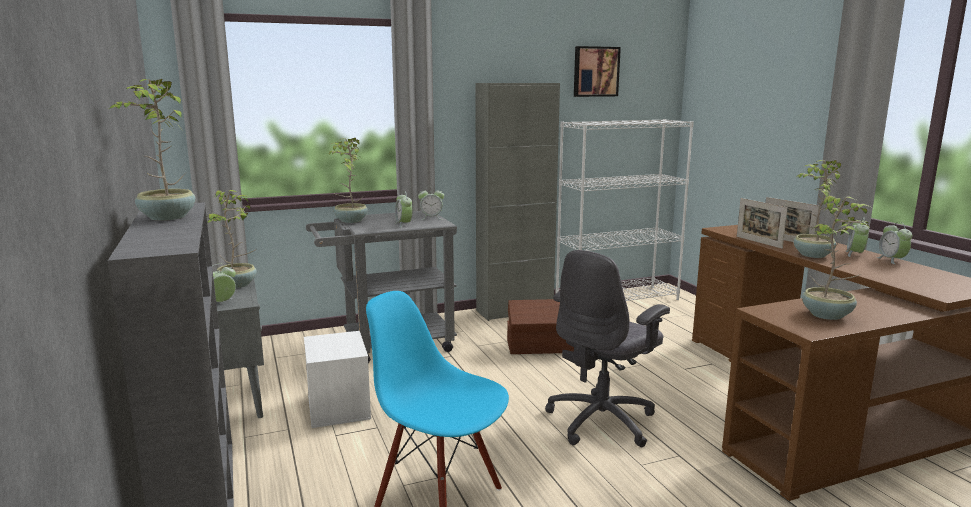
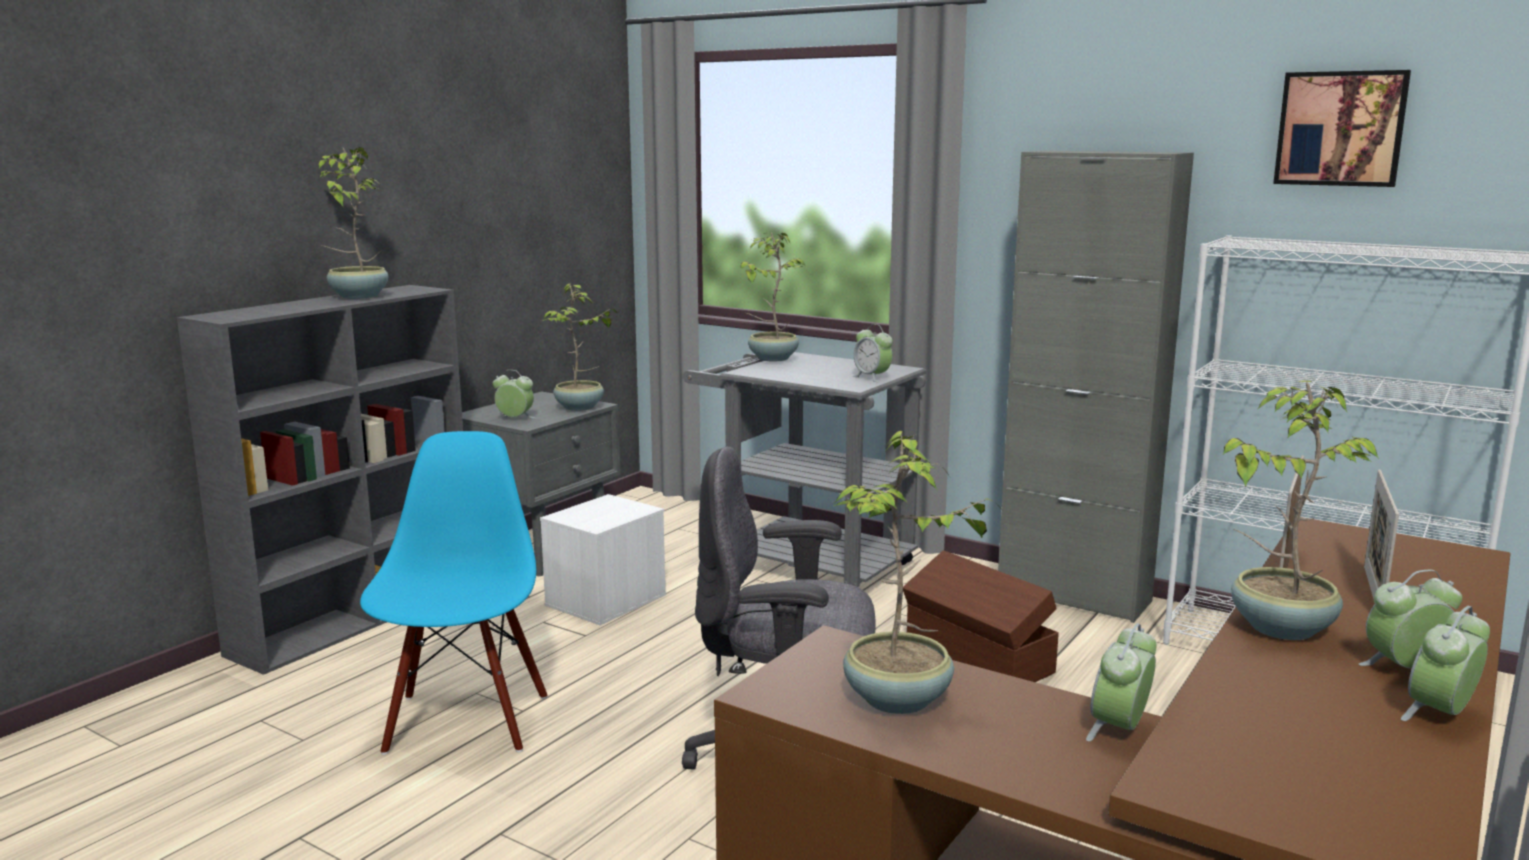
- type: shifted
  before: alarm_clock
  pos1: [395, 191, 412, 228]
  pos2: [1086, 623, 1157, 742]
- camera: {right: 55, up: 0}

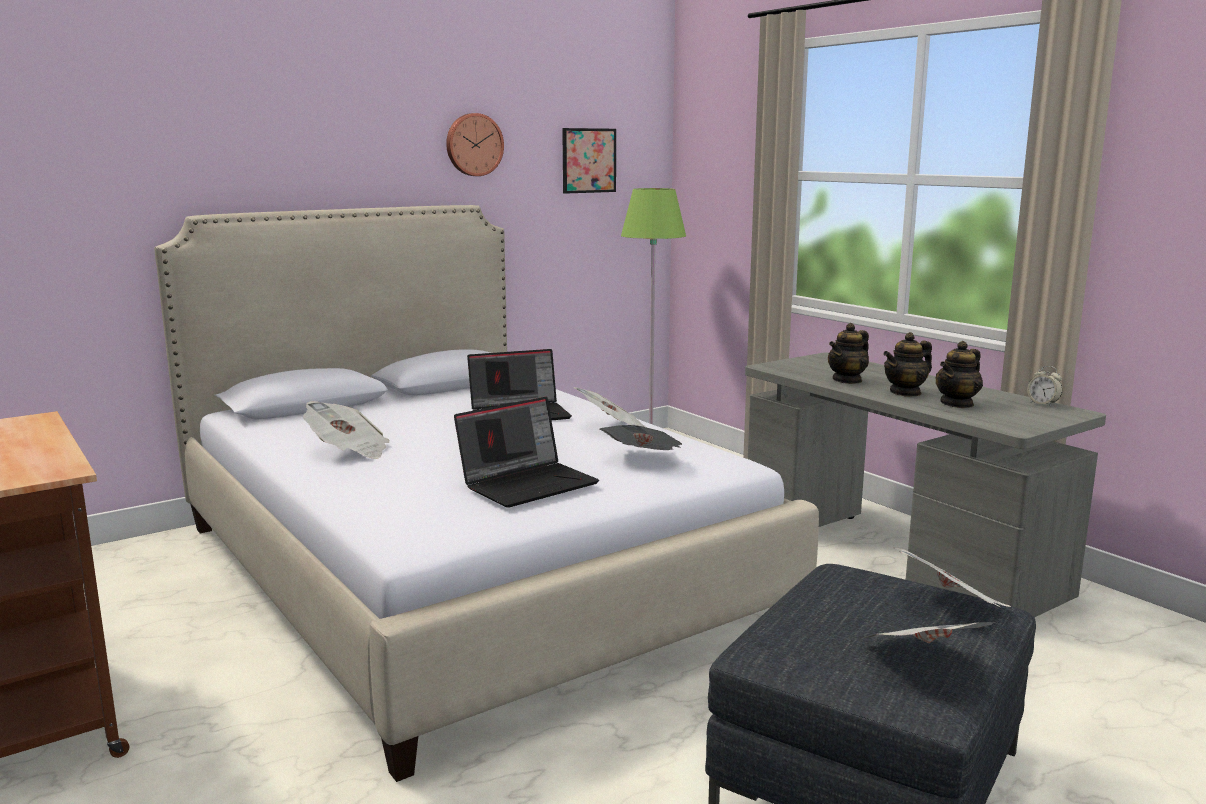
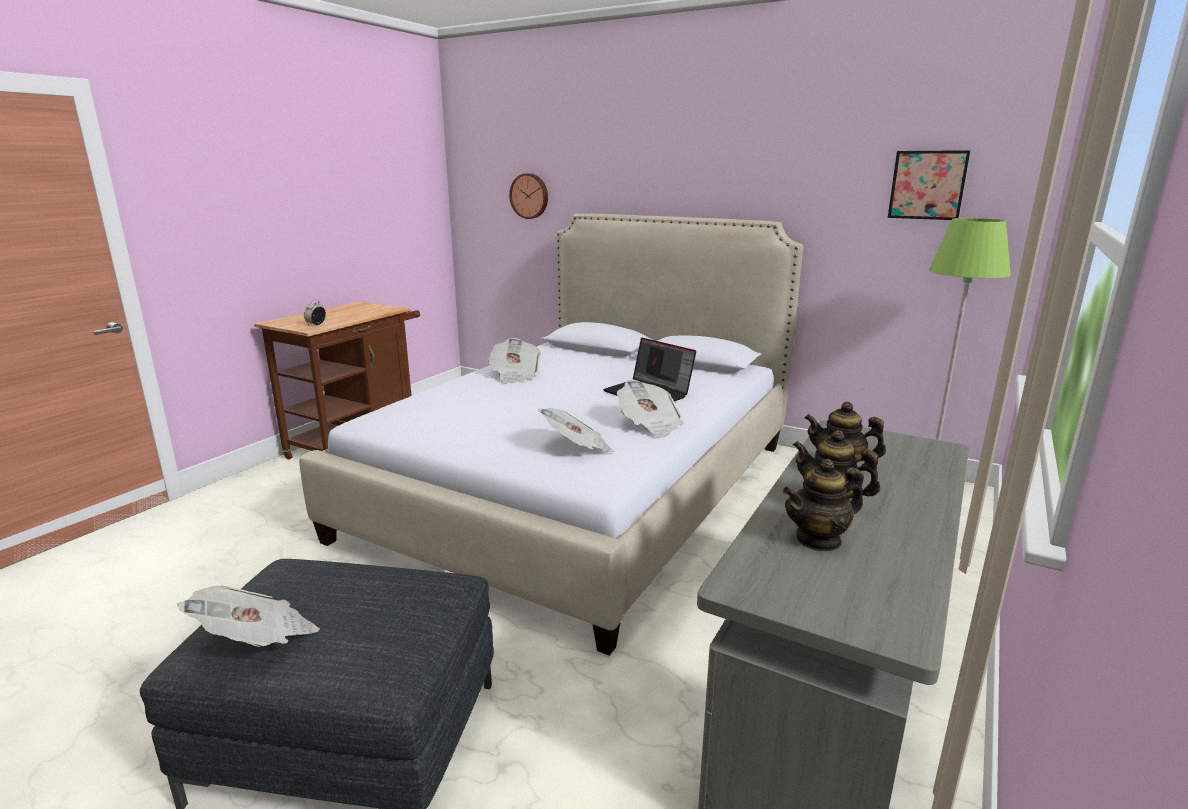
- type: gone
  before: laptop
  pos1: [454, 397, 599, 508]
- type: gone
  before: newspaper
  pos1: [894, 548, 1011, 607]
- type: shifted
  before: wall_clock
  pos1: [446, 113, 504, 176]
  pos2: [509, 173, 548, 219]
- type: shifted
  before: alarm_clock
  pos1: [1027, 366, 1063, 407]
  pos2: [304, 299, 326, 325]
- type: rotated
  before: teapot
  pos1: [935, 341, 983, 408]
  pos2: [783, 459, 864, 551]
  turn: -45
- camera: {right: 65, up: 5}

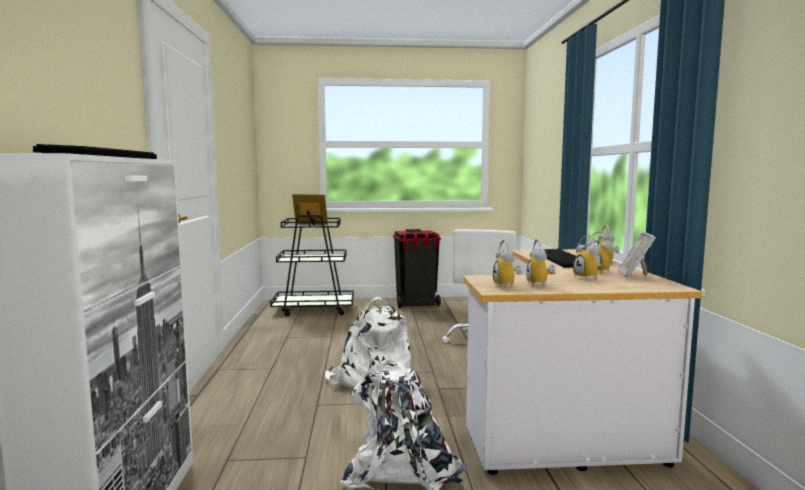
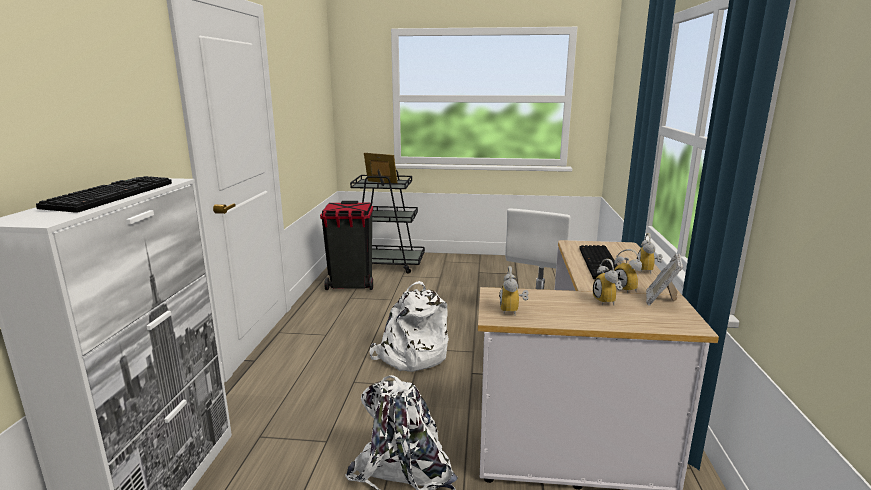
- type: gone
  before: alarm_clock
  pos1: [526, 239, 556, 288]
- type: shifted
  before: black_trash_can
  pos1: [393, 229, 441, 308]
  pos2: [320, 201, 373, 290]
- camera: {right: 10, up: 10}

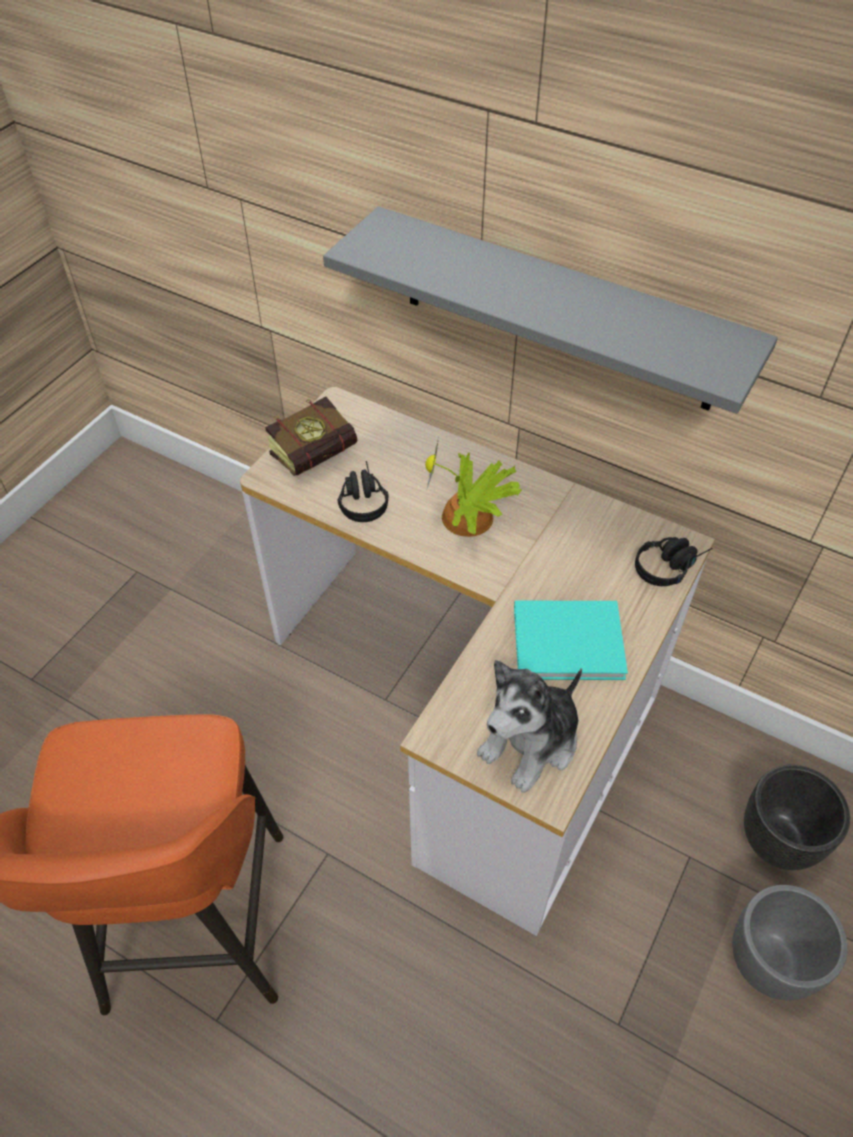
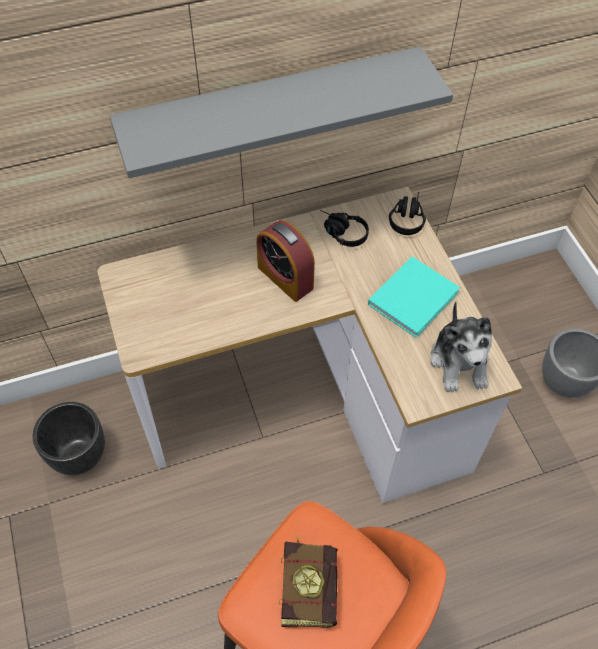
- type: shifted
  before: book
  pos1: [265, 396, 358, 476]
  pos2: [279, 536, 338, 628]
- type: shifted
  before: black_headphones
  pos1: [338, 461, 389, 522]
  pos2: [320, 210, 369, 247]
- type: shifted
  before: black_planter
  pos1: [744, 765, 850, 870]
  pos2: [33, 402, 105, 475]
- type: swapped
  before: potted_plant
  after: alarm_clock
  pos1: [425, 439, 522, 537]
  pos2: [256, 220, 315, 302]
- camera: {right: -50, up: 5}

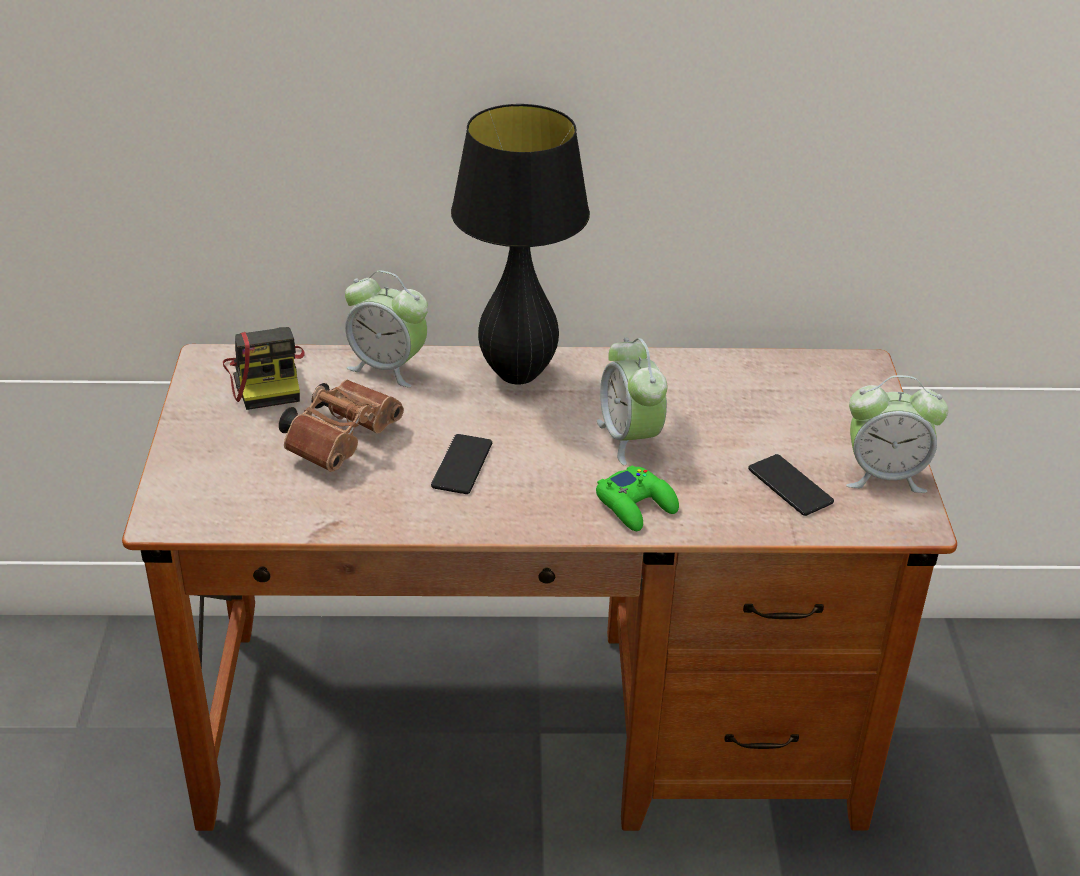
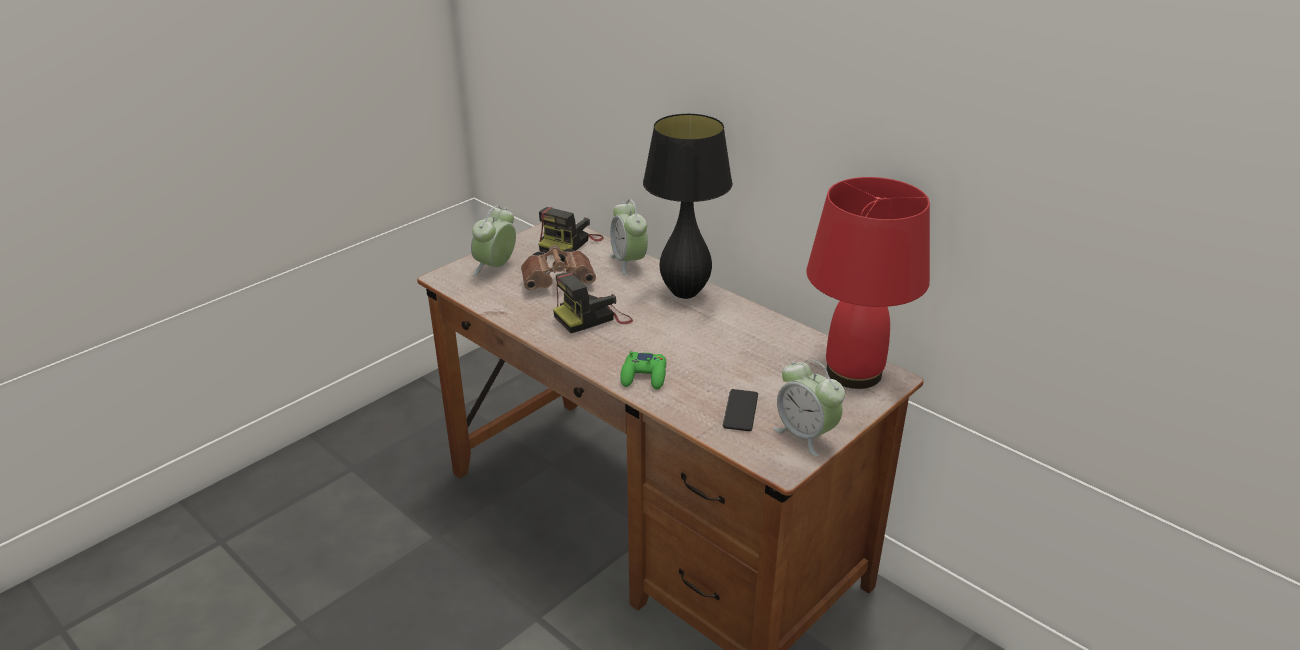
- type: new
  after: red_table_lamp
  pos2: [806, 177, 930, 389]
- type: shifted
  before: alarm_clock
  pos1: [597, 338, 667, 465]
  pos2: [471, 206, 516, 275]
- type: swapped
  before: phone
  after: photo_camera
  pos1: [431, 434, 492, 494]
  pos2: [553, 272, 633, 333]
- camera: {right: 45, up: -5}

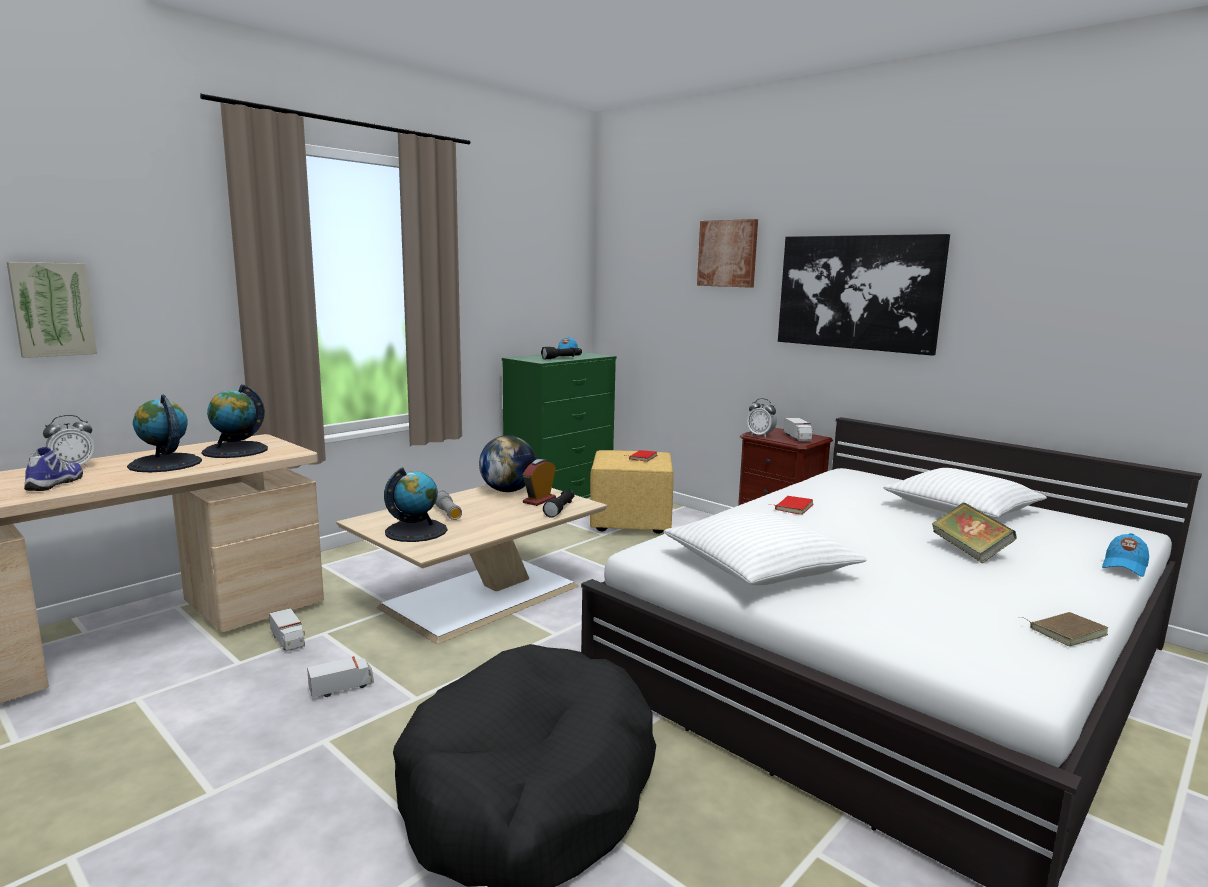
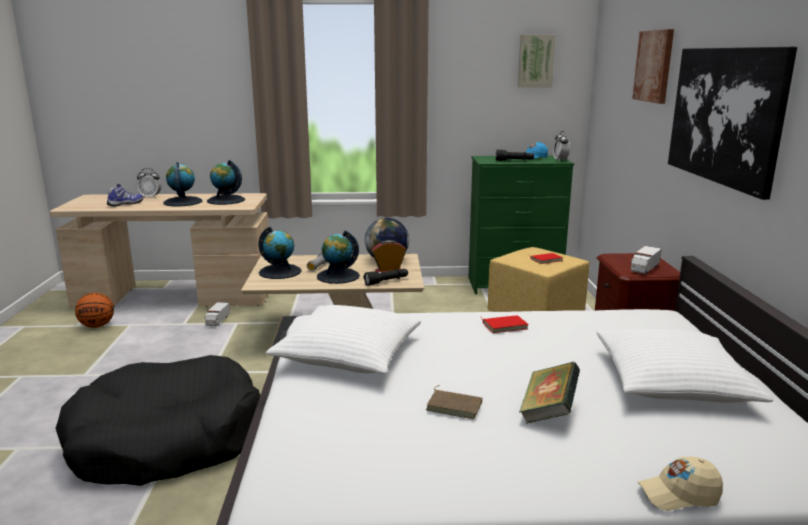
- type: gone
  before: toy_truck
  pos1: [307, 656, 374, 698]
- type: new
  after: basketball
  pos2: [75, 293, 114, 328]
- type: new
  after: globe
  pos2: [317, 230, 360, 284]
- type: shifted
  before: picture
  pos1: [7, 262, 97, 358]
  pos2: [518, 34, 556, 88]
- type: shifted
  before: alarm_clock
  pos1: [747, 398, 777, 438]
  pos2: [553, 131, 570, 162]
- type: shifted
  before: brown_book
  pos1: [1020, 612, 1108, 646]
  pos2: [426, 385, 482, 419]
- type: repainted
  before: blue_cap
  after: beige_cap
  pos1: [1102, 533, 1149, 577]
  pos2: [638, 457, 723, 511]
- camera: {right: 45, up: 5}

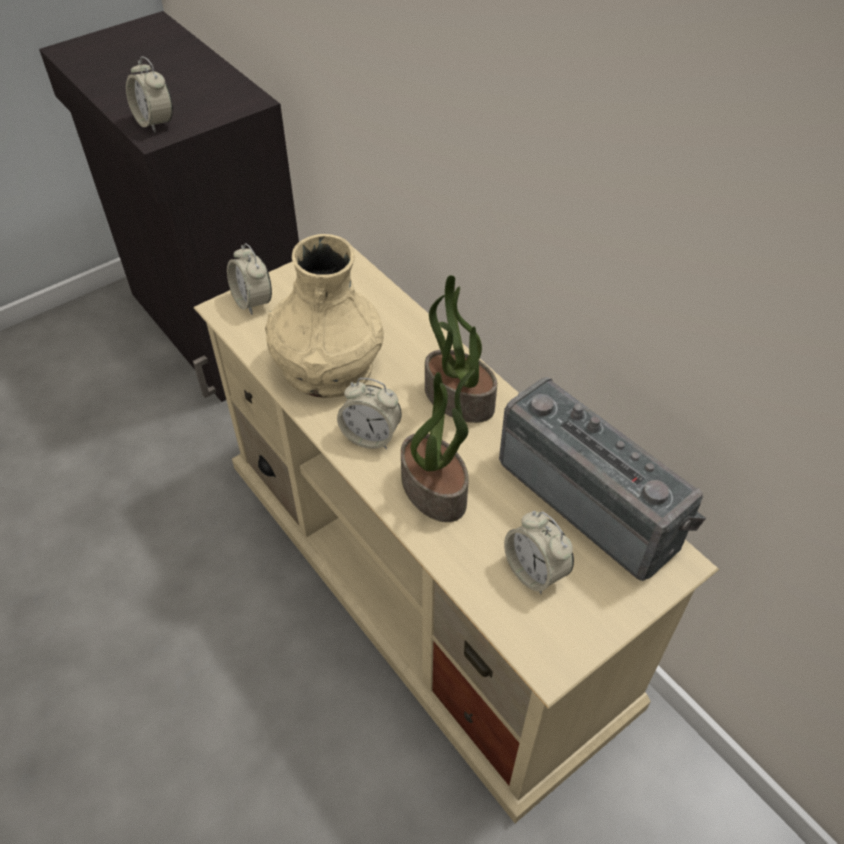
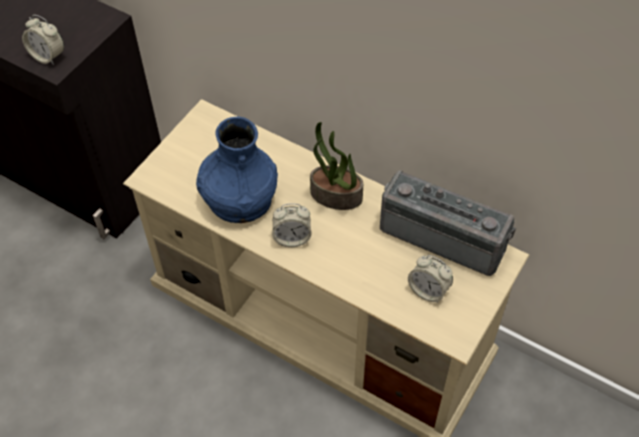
- type: gone
  before: alarm_clock
  pos1: [227, 243, 272, 315]
- type: gone
  before: potted_plant
  pos1: [401, 369, 475, 522]
- type: repainted
  before: beige_vase
  after: blue_vase
  pos1: [265, 234, 384, 398]
  pos2: [196, 117, 278, 223]
- camera: {right: -20, up: 5}

